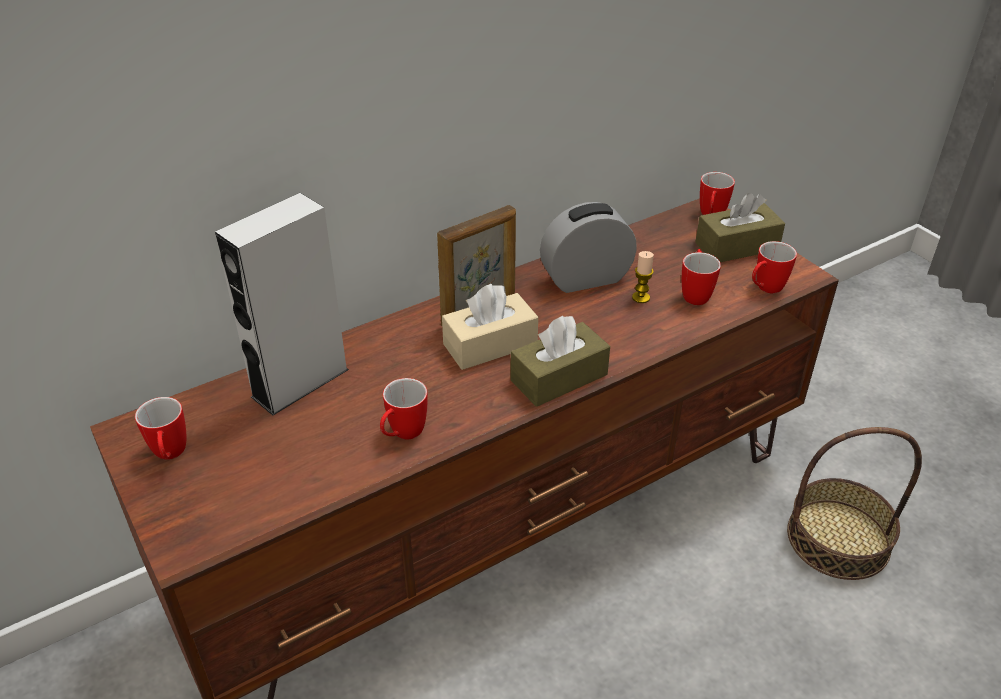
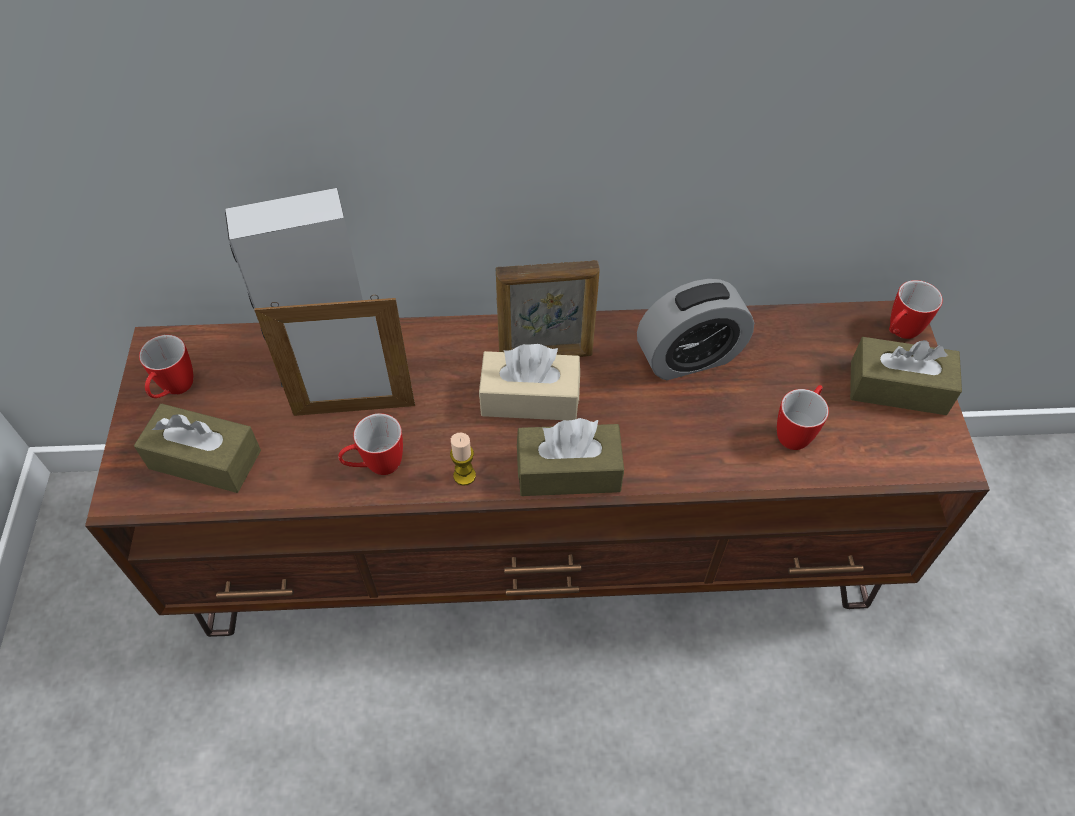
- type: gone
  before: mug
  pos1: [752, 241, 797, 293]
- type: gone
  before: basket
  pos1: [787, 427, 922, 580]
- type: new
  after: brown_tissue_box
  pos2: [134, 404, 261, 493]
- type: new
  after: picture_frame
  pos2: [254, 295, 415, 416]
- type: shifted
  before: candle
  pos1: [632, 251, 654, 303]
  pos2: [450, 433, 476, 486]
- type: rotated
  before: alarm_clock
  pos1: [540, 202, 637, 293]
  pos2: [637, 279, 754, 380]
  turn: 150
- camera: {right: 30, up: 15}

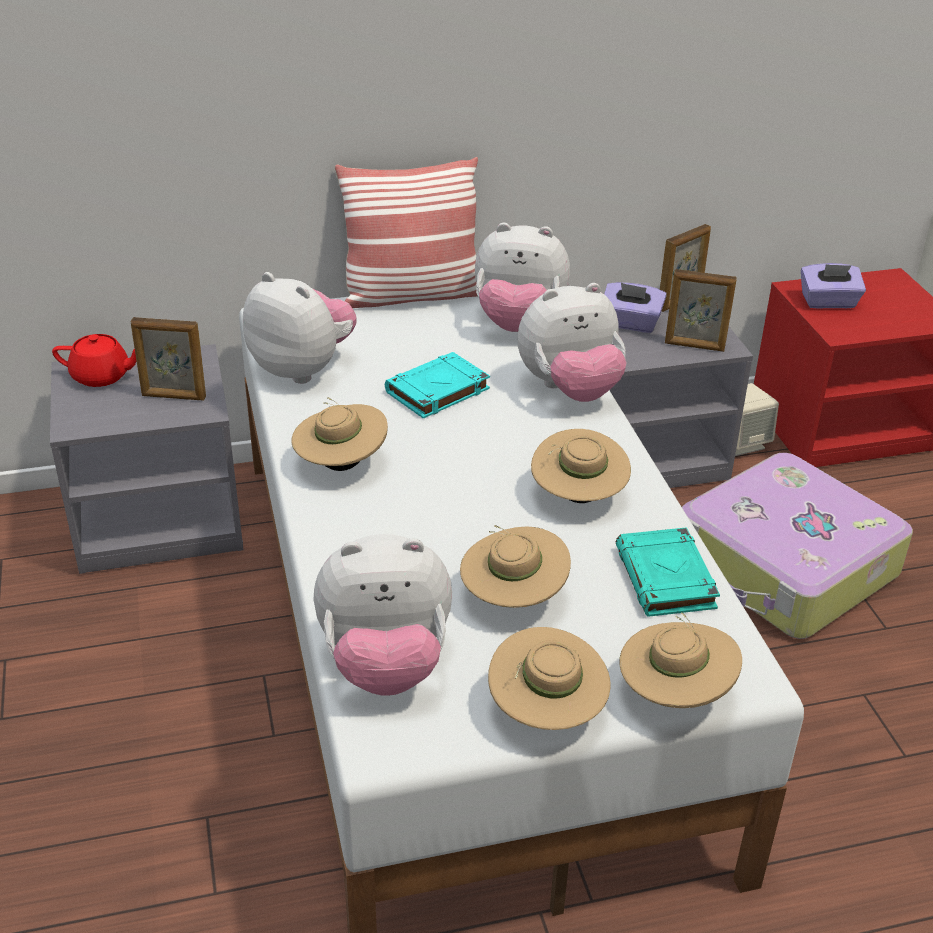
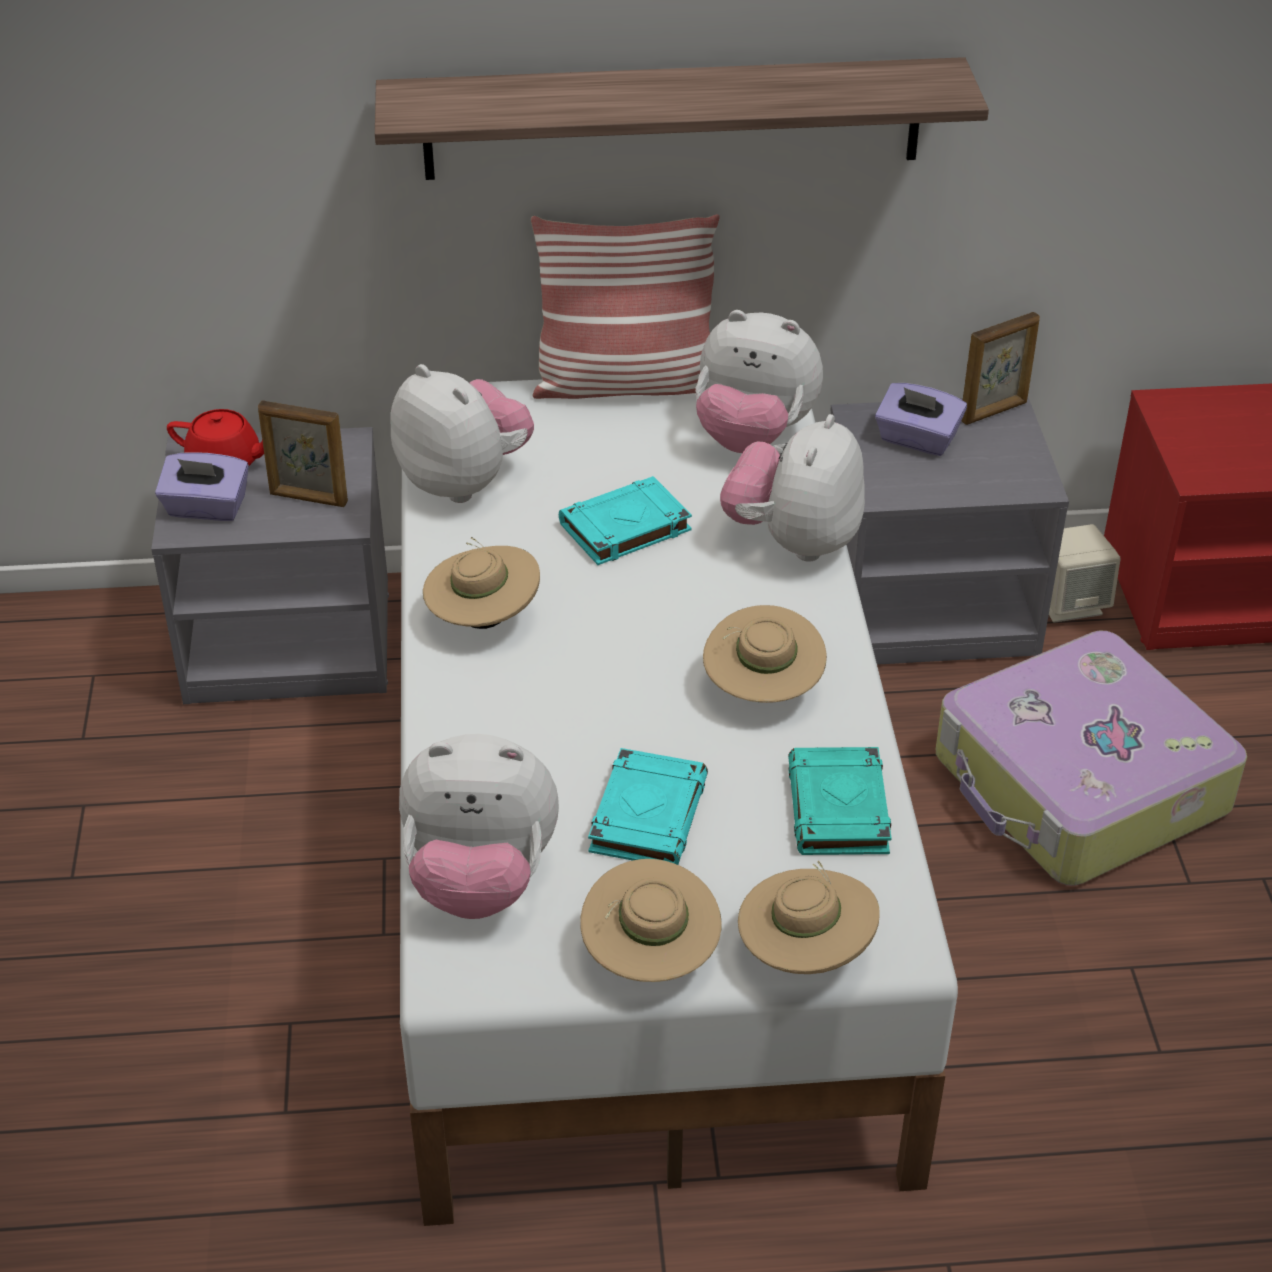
- type: gone
  before: picture_frame
  pos1: [665, 269, 737, 352]
- type: new
  after: shelf
  pos2: [375, 57, 989, 180]
- type: shifted
  before: purple_tissue_box
  pos1: [801, 263, 866, 308]
  pos2: [155, 452, 249, 521]
- type: swapped
  before: beige_hat
  after: turquoise_book
  pos1: [460, 525, 571, 608]
  pos2: [588, 748, 708, 865]
- type: rotated
  before: plush_toy
  pos1: [518, 283, 627, 402]
  pos2: [720, 414, 865, 562]
  turn: 120
- camera: {right: 10, up: 5}

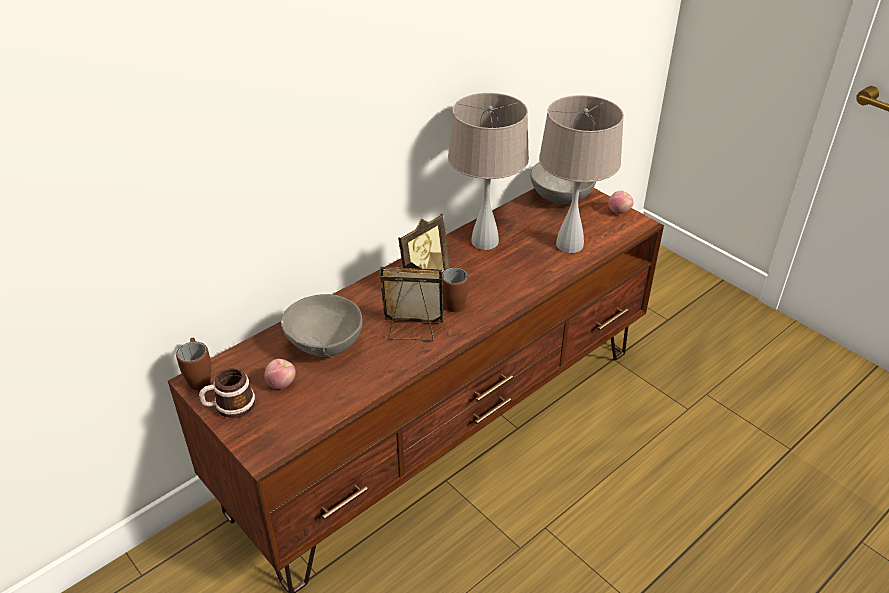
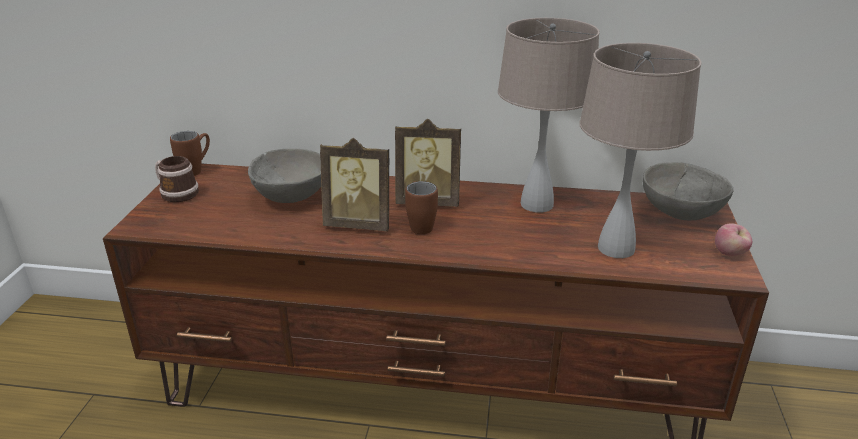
- type: gone
  before: apple
  pos1: [264, 359, 296, 389]
- type: rotated
  before: picture_frame
  pos1: [380, 262, 443, 341]
  pos2: [320, 138, 390, 231]
  turn: 135
- camera: {right: 50, up: -10}

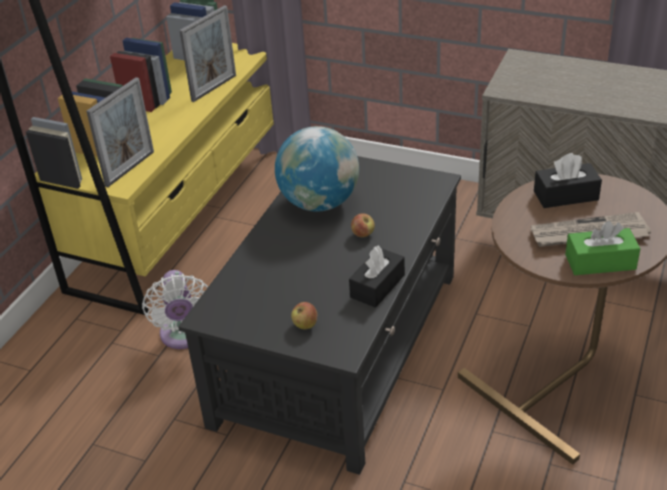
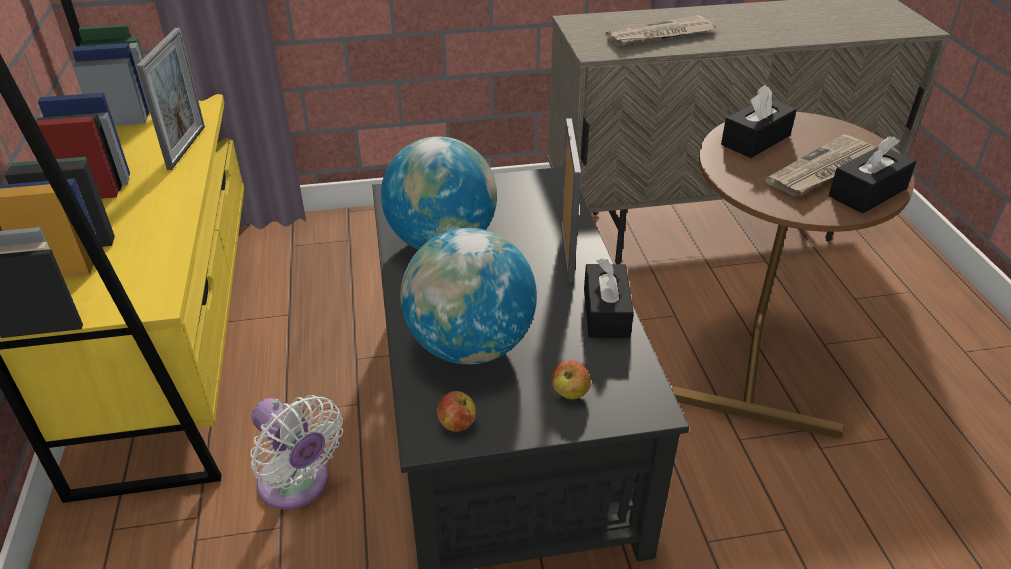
- type: new
  after: globe
  pos2: [400, 228, 537, 365]
- type: new
  after: newspaper
  pos2: [605, 15, 716, 47]
- type: shifted
  before: picture_frame
  pos1: [86, 77, 154, 187]
  pos2: [561, 118, 581, 282]
- type: shifted
  before: apple
  pos1: [351, 213, 375, 237]
  pos2: [437, 391, 476, 432]
- type: repainted
  before: green_tissue_box
  after: black_tissue_box
  pos1: [565, 221, 640, 275]
  pos2: [829, 136, 916, 214]
- camera: {right: -35, up: 0}

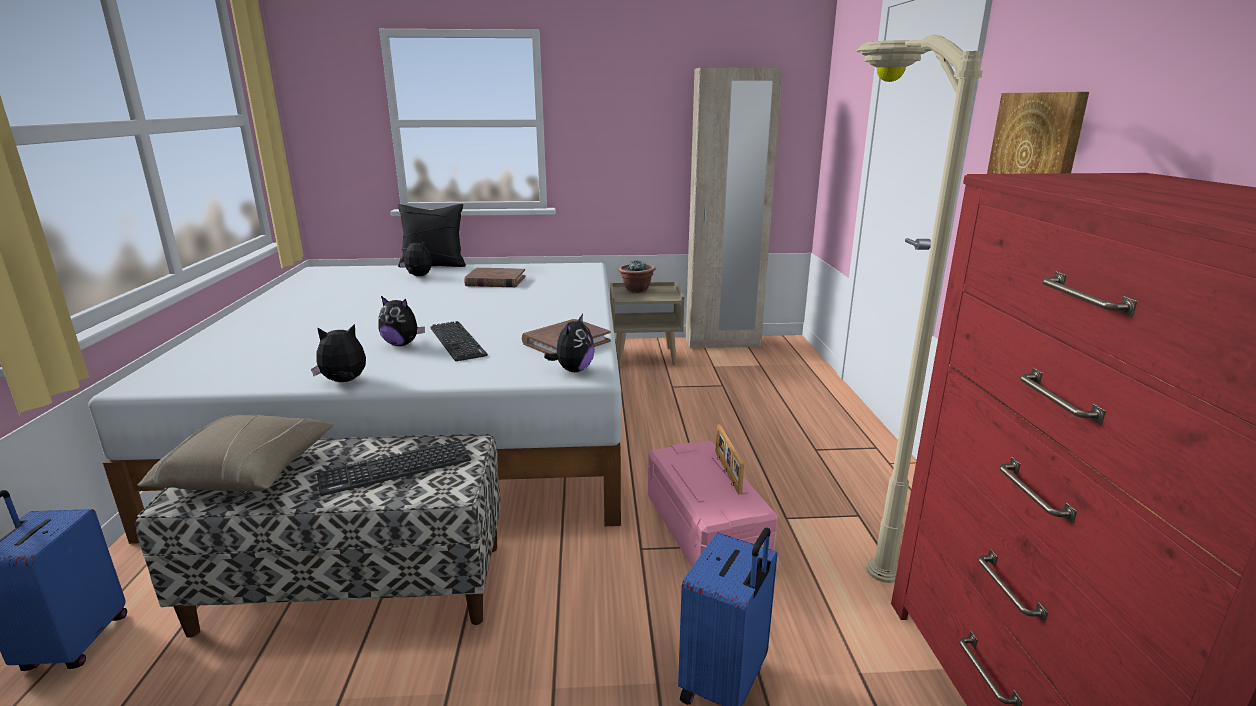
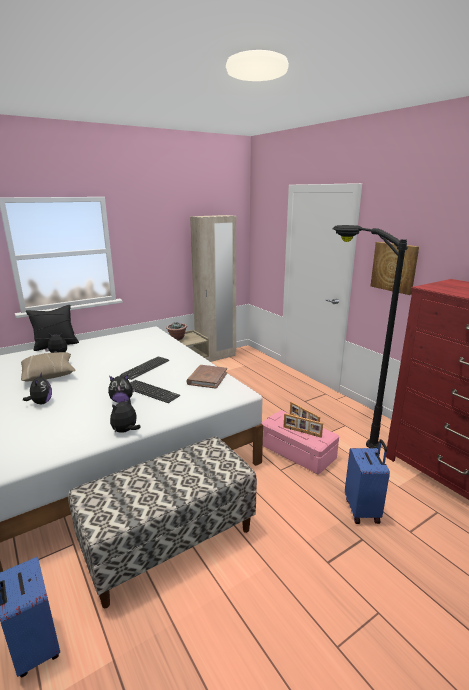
- type: gone
  before: brown_book
  pos1: [464, 268, 526, 287]
- type: new
  after: picture_frame
  pos2: [284, 413, 323, 438]
- type: shifted
  before: beige_pillow
  pos1: [138, 414, 333, 492]
  pos2: [21, 352, 76, 382]
- type: shifted
  before: keyboard
  pos1: [317, 440, 471, 496]
  pos2: [120, 356, 169, 380]
- type: shifted
  before: plush_toy
  pos1: [544, 314, 595, 372]
  pos2: [23, 374, 52, 404]
- type: repainted
  before: beige_floor_lamp
  after: black_floor_lamp
  pos1: [856, 34, 983, 583]
  pos2: [332, 225, 408, 449]
- camera: {right: -30, up: 0}

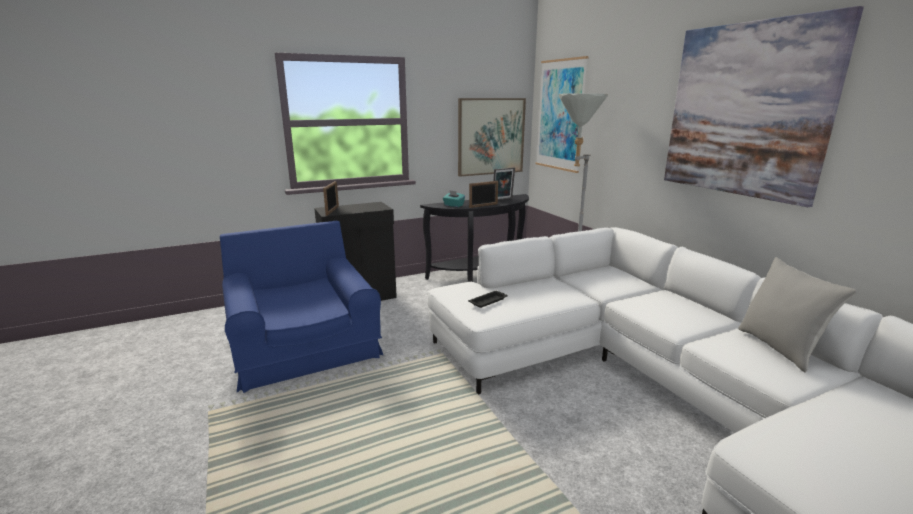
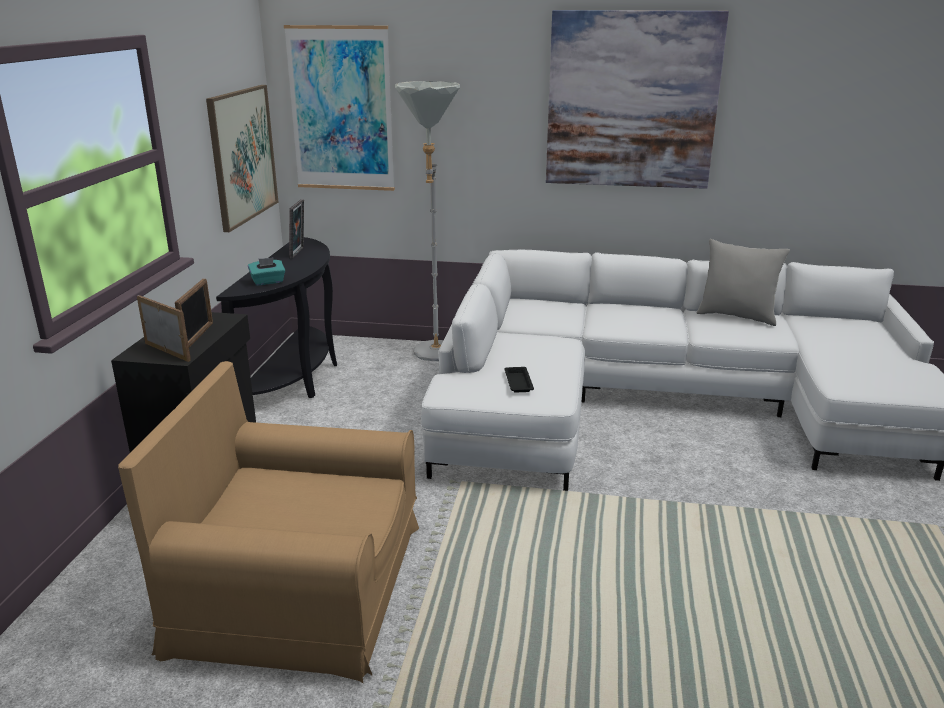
- type: shifted
  before: picture_frame
  pos1: [469, 181, 498, 208]
  pos2: [175, 278, 213, 347]
- type: repainted
  before: blue_armchair
  after: brown_armchair
  pos1: [220, 221, 383, 393]
  pos2: [118, 361, 419, 684]
- camera: {right: -55, up: 5}

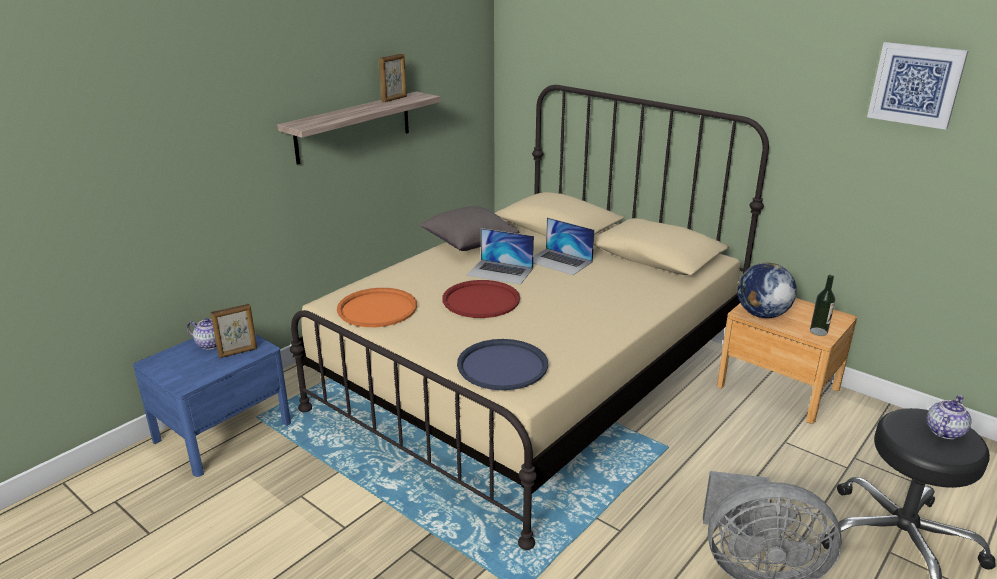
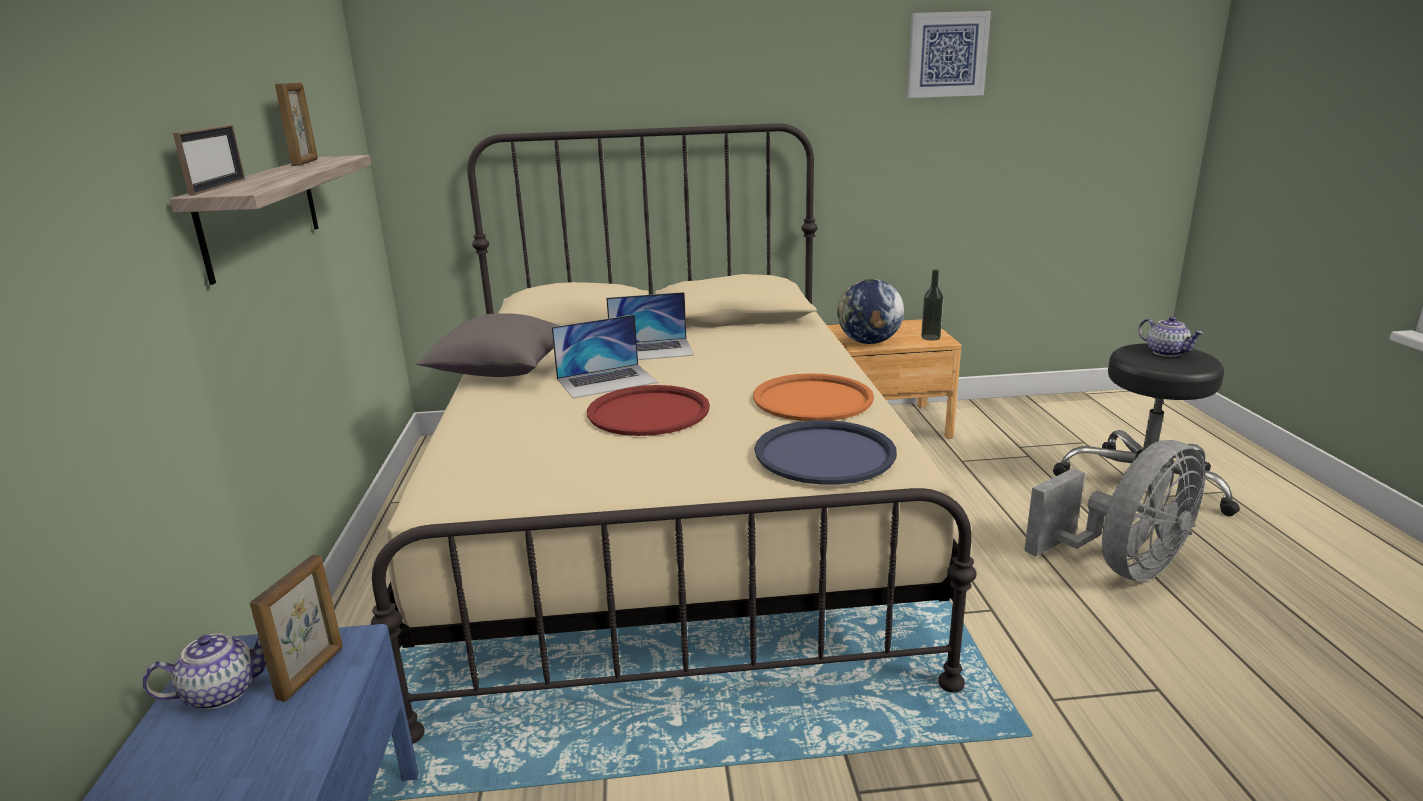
- type: new
  after: picture_frame
  pos2: [173, 125, 245, 196]
- type: shifted
  before: orange_tray
  pos1: [337, 288, 417, 327]
  pos2: [753, 373, 874, 421]
- type: rotated
  before: teapot
  pos1: [926, 395, 972, 439]
  pos2: [1138, 317, 1204, 357]
  turn: 150
- camera: {right: -45, up: -5}

